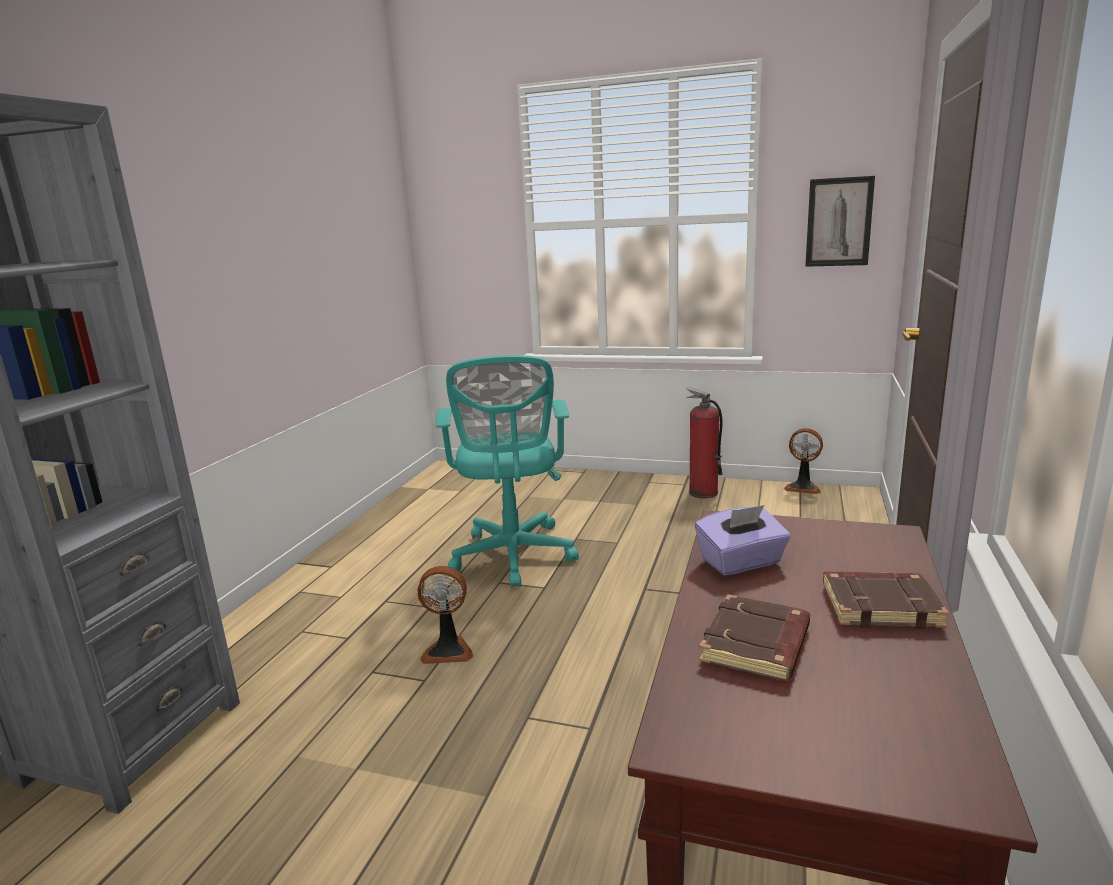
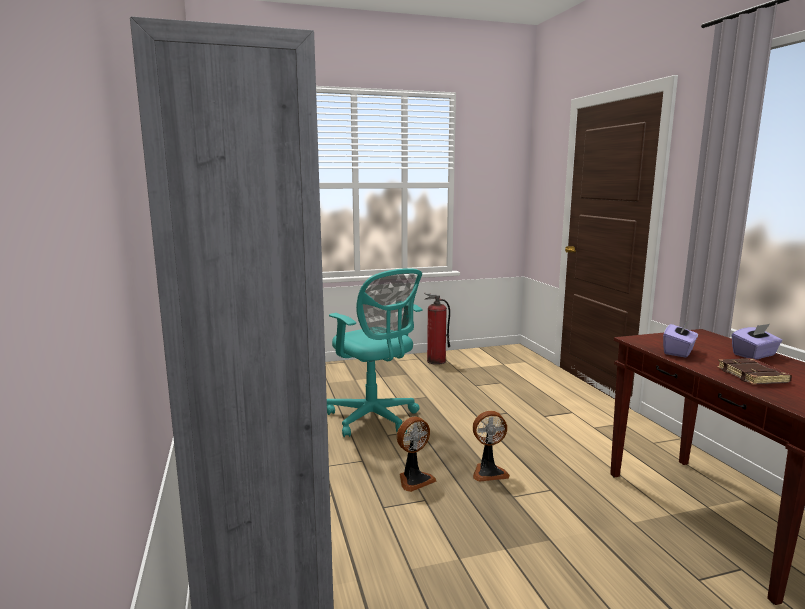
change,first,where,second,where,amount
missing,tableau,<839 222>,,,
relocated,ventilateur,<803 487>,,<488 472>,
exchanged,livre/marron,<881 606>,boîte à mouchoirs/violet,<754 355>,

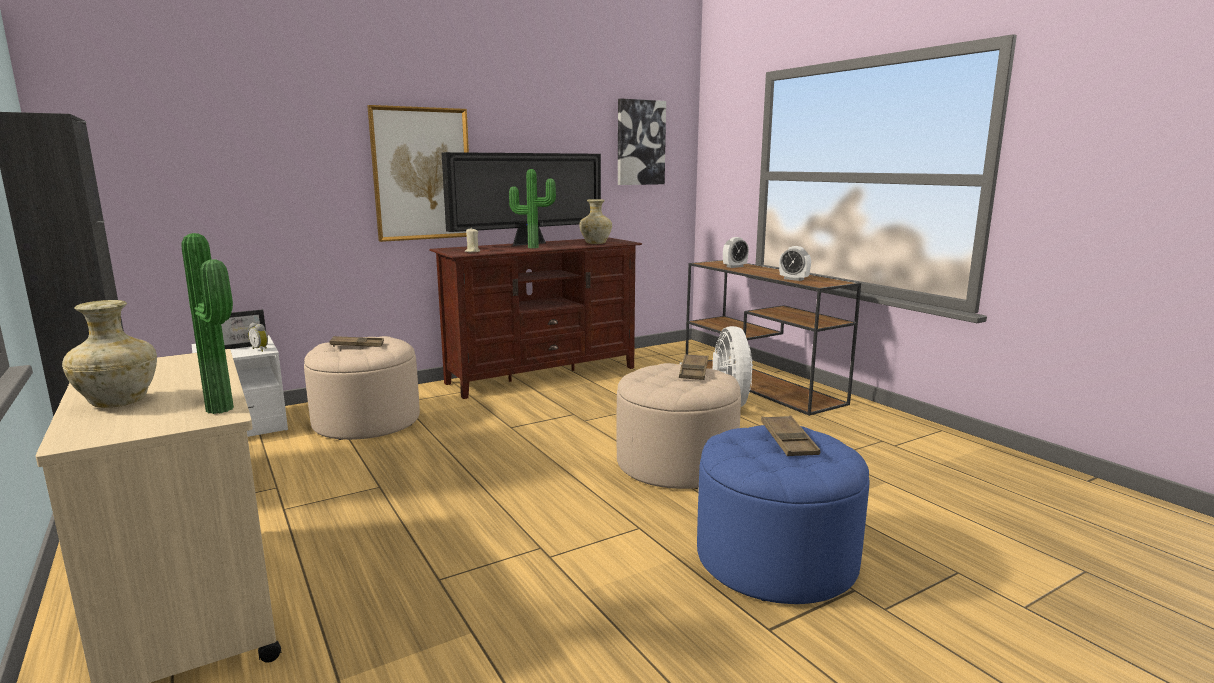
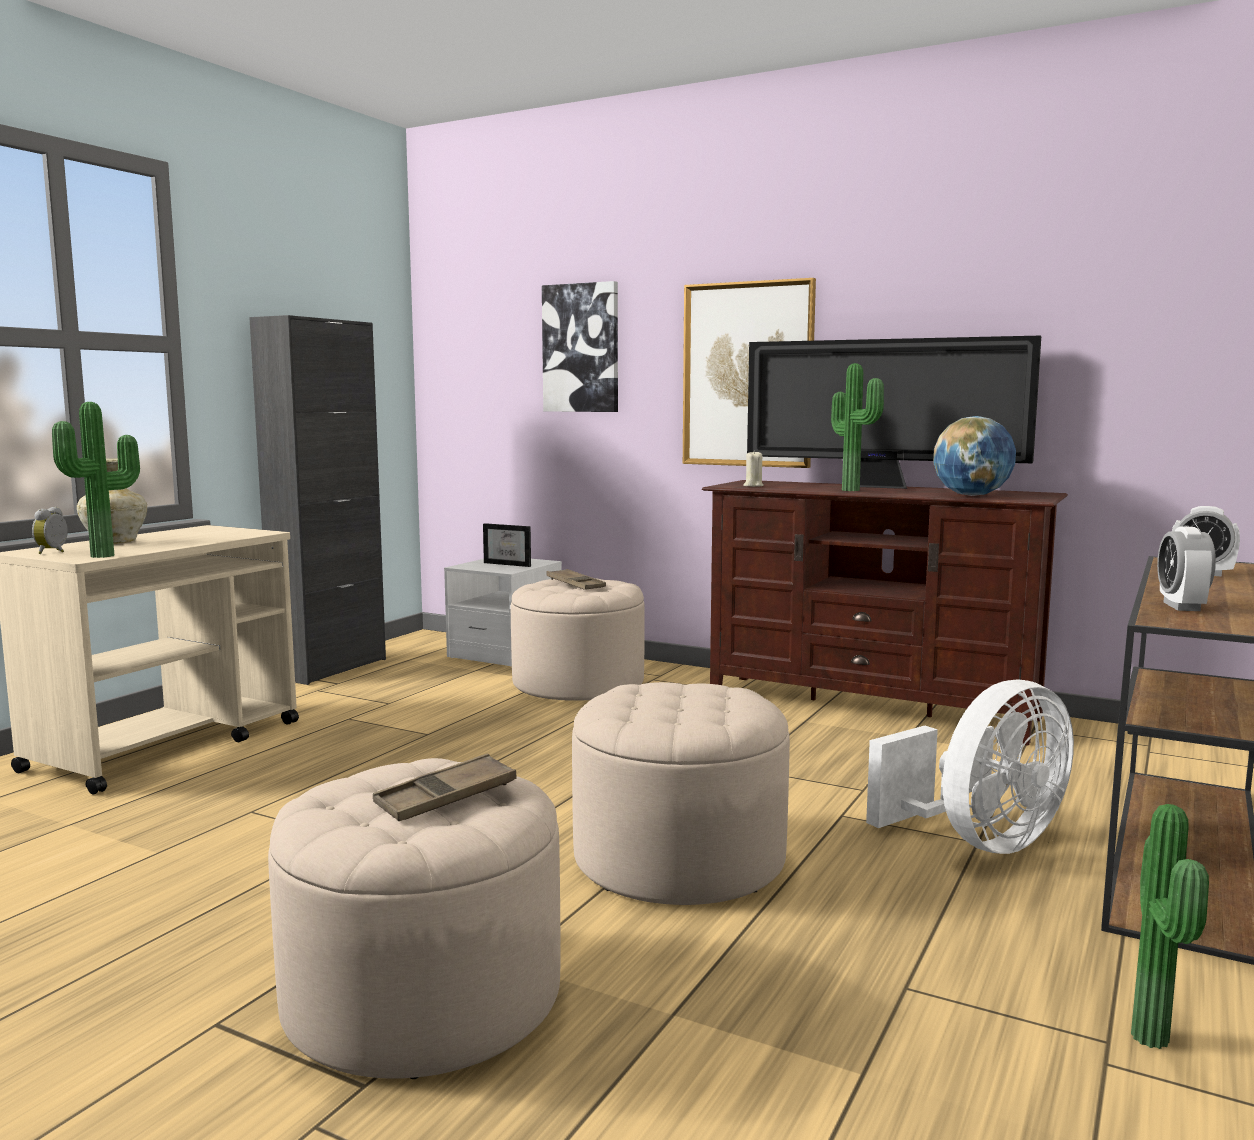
change,first,where,second,where,amount
missing,plateau/marron,<693 371>,,,
appeared,,,plante en pot,<1157 1038>,
relocated,réveil,<261 349>,,<54 552>,
relocated,tableau,<640 142>,,<581 348>,
exchanged,vase/beige,<596 243>,globe,<972 495>,
colour,pouf/bleu,<776 559>,pouf/beige,<423 996>,

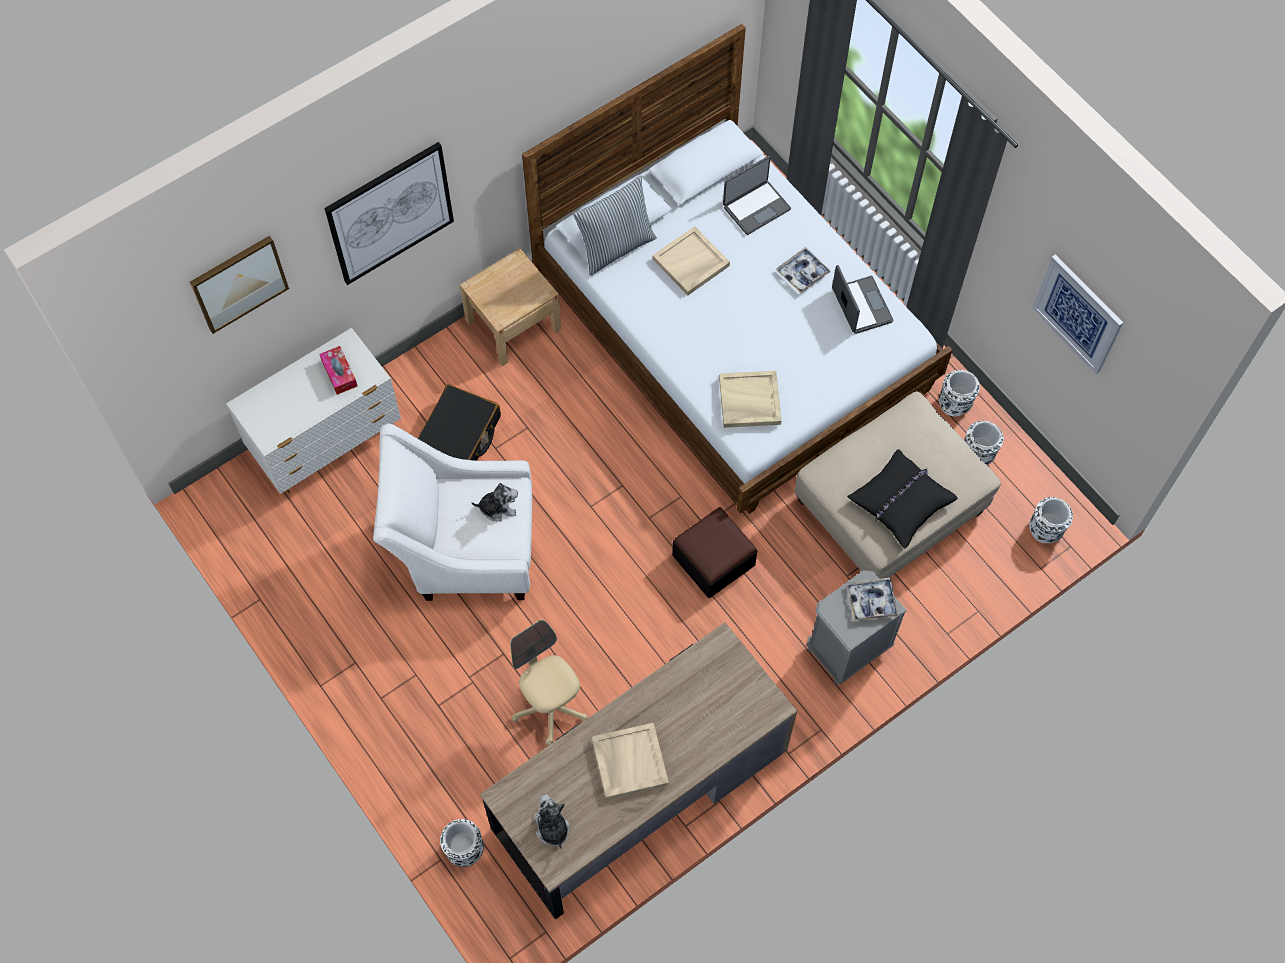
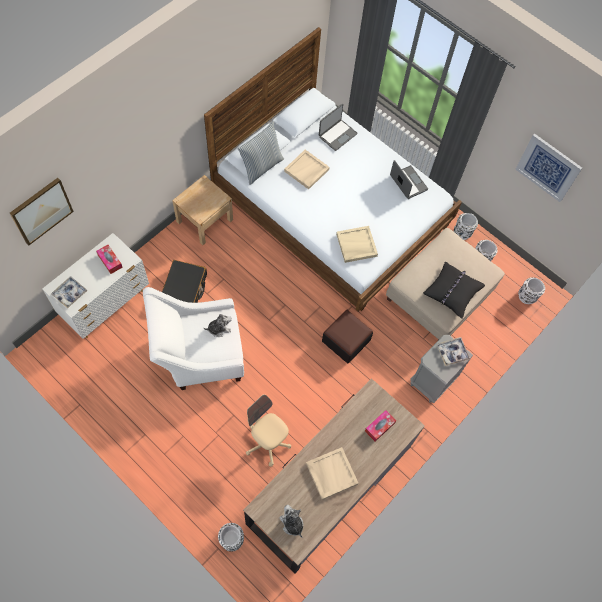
change,first,where,second,where,amount
missing,tableau,<390 213>,,,
appeared,,,boîte à mouchoirs,<379 427>,
relocated,plateau,<802 273>,,<70 293>,

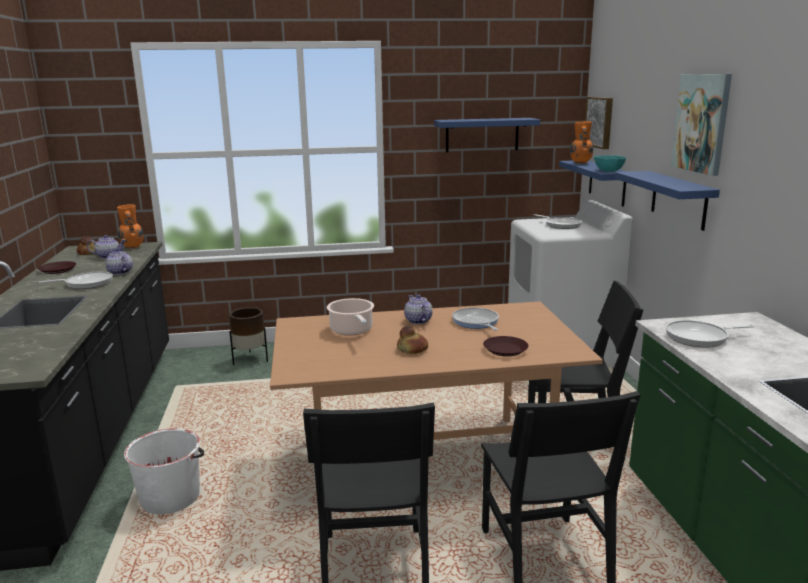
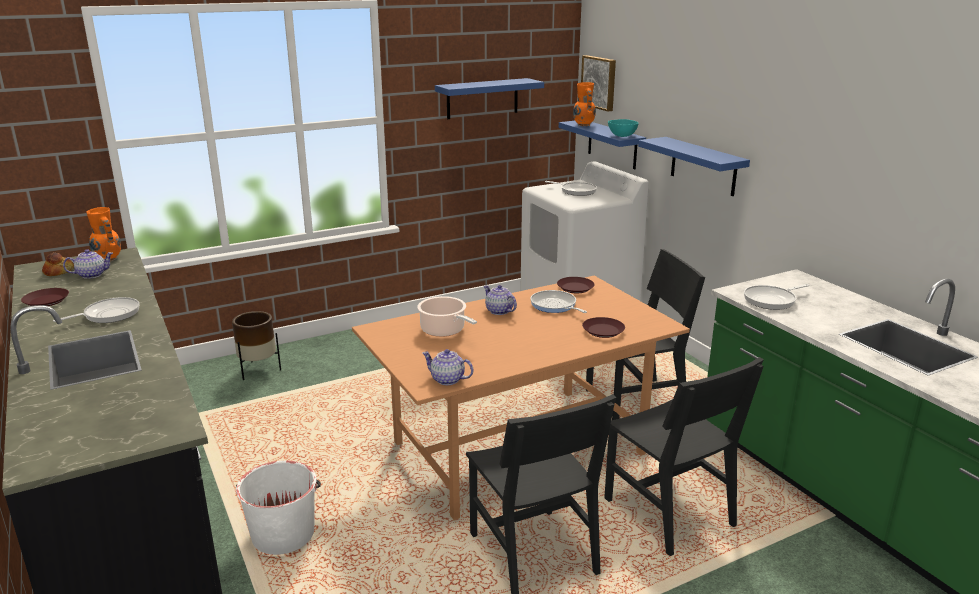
change,first,where,second,where,amount
missing,pain,<412 349>,,,
missing,tableau,<702 123>,,,
appeared,,,assiette/marron,<575 288>,
relocated,théière,<120 272>,,<447 380>,

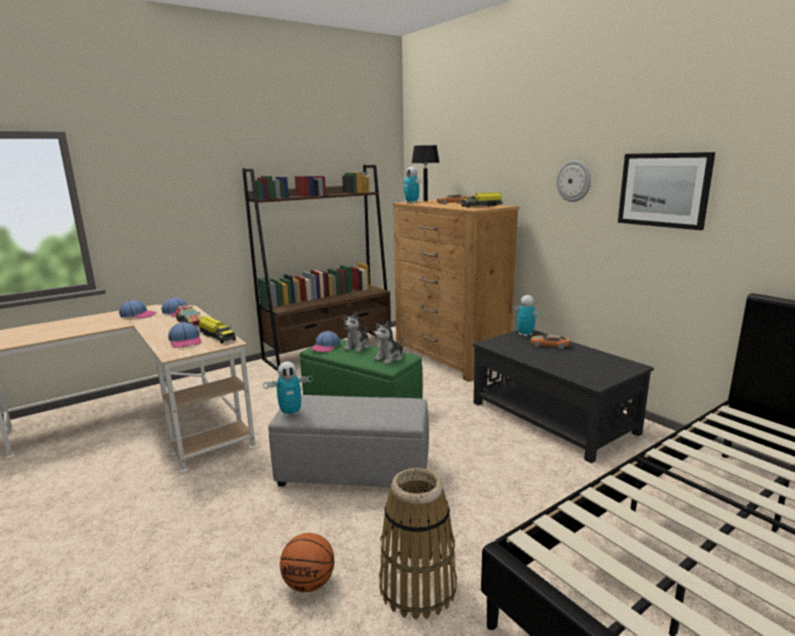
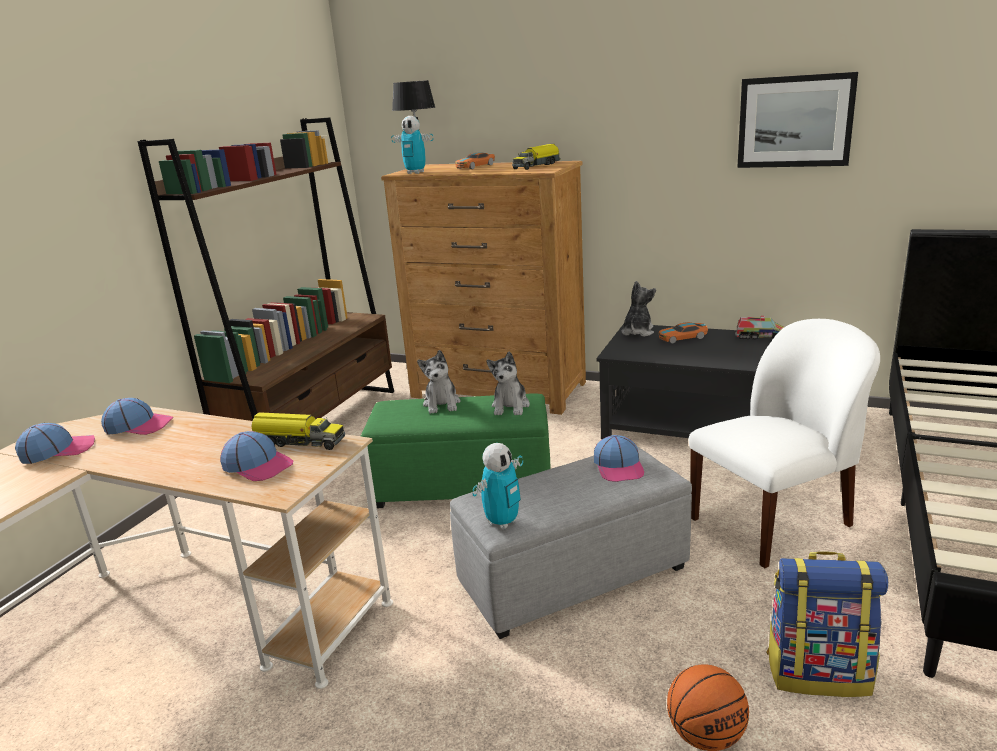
change,first,where,second,where,amount
missing,horloge murale,<574 181>,,,
appeared,,,chaise/blanc,<773 522>,
relocated,camion jouet,<190 322>,,<761 336>,
relocated,casquette,<325 347>,,<619 467>,
exchanged,panier,<418 587>,sac à dos,<818 673>,
exchanged,robot jouet,<525 334>,peluche,<637 332>,

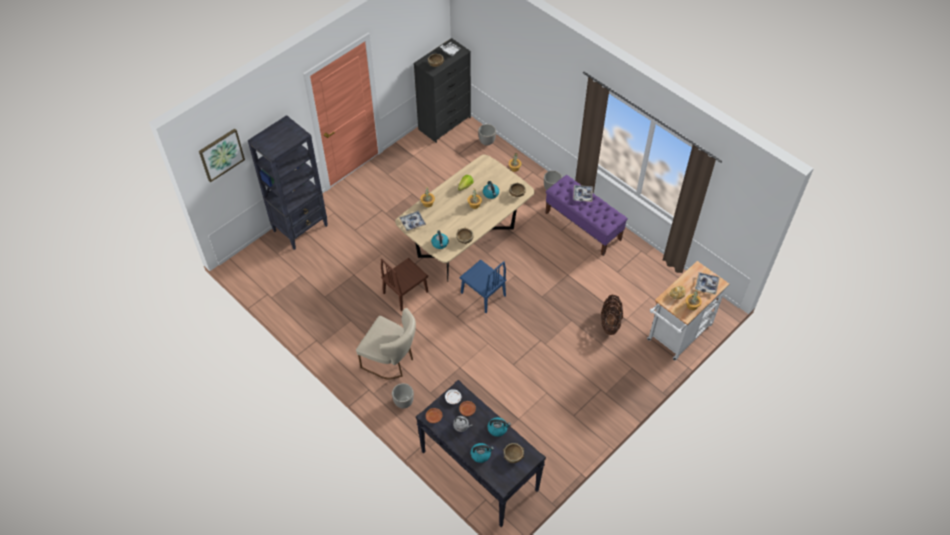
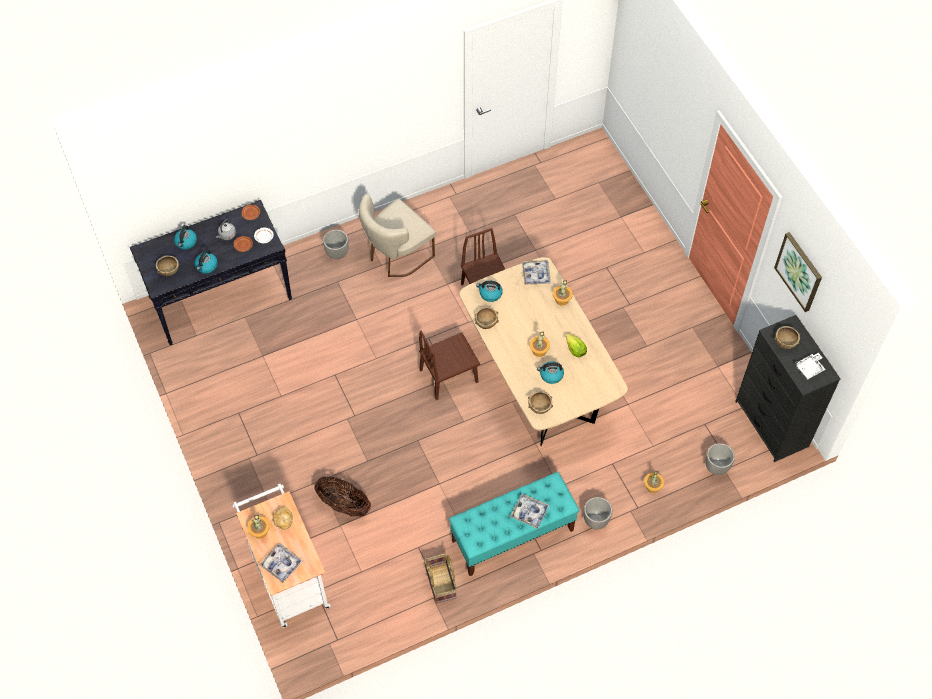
change,first,where,second,where,amount
missing,bibliothèque/noir,<301 228>,,,
appeared,,,panier,<441 583>,
relocated,tableau,<221 154>,,<799 271>,
colour,chaise/bleu,<483 294>,chaise/marron,<449 376>,
colour,banc/violet,<583 226>,banc/turquoise,<512 535>,

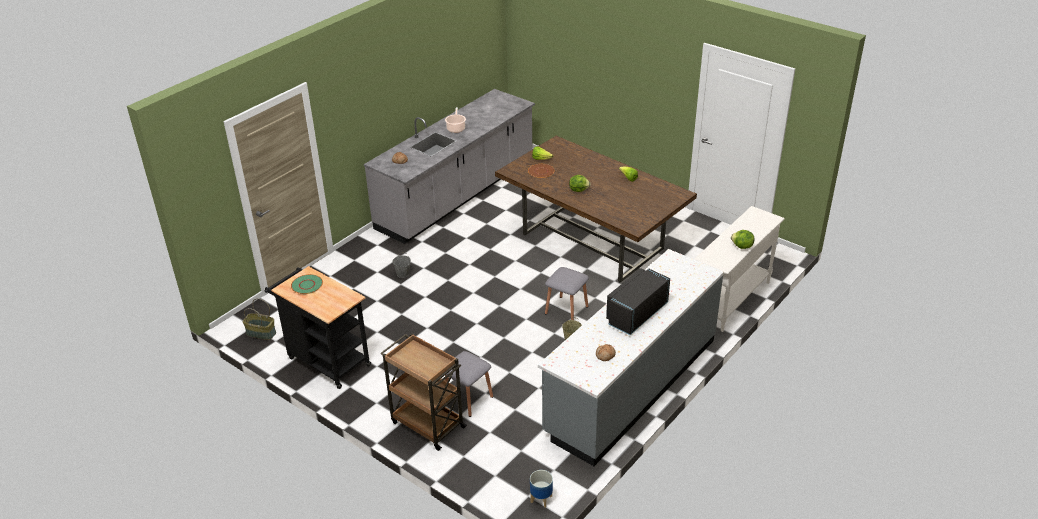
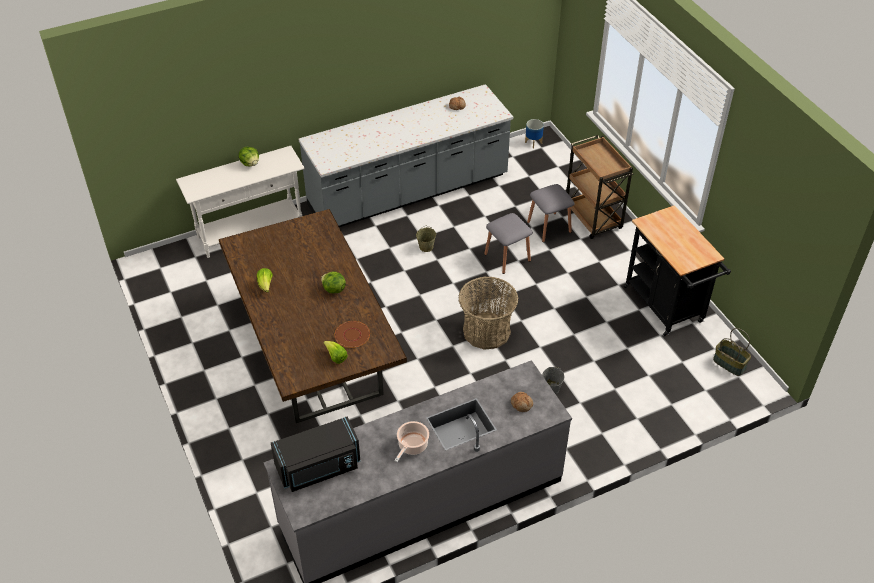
change,first,where,second,where,amount
missing,assiette/vert,<307 285>,,,
appeared,,,panier,<486 331>,
relocated,tabouret/gris,<566 310>,,<507 257>,
relocated,micro-ondes/noir,<635 313>,,<319 467>,

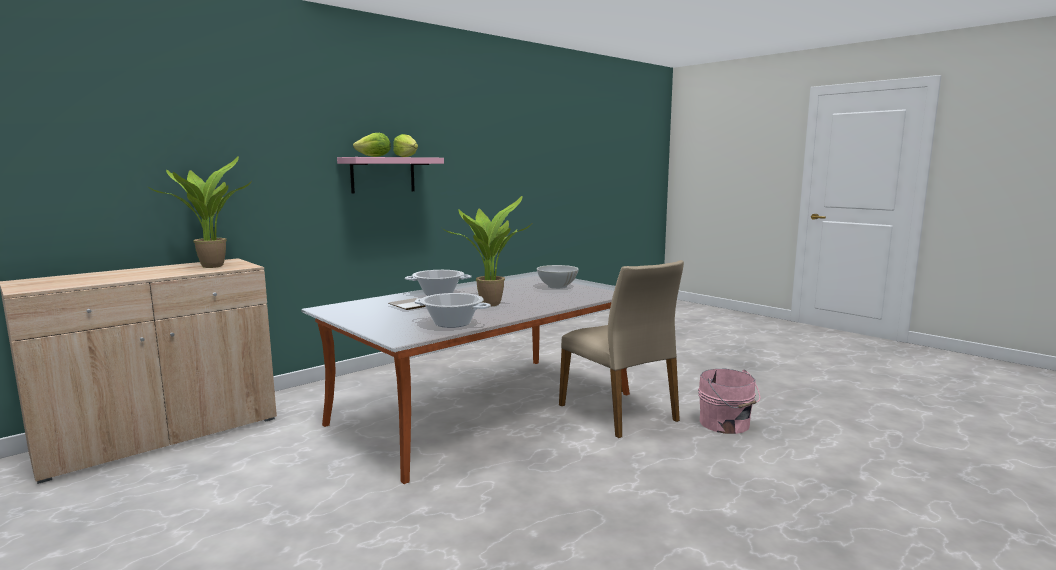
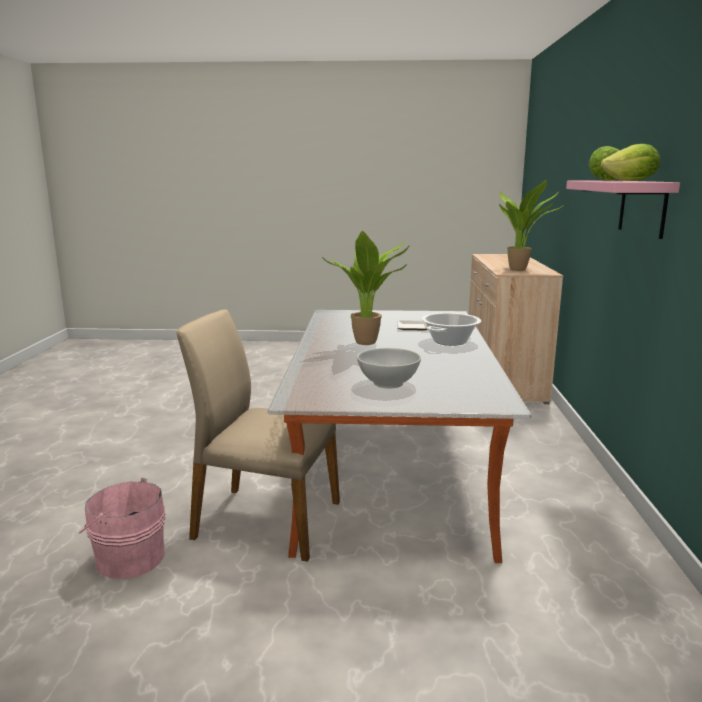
change,first,where,second,where,amount
missing,marmite,<452 323>,,,

